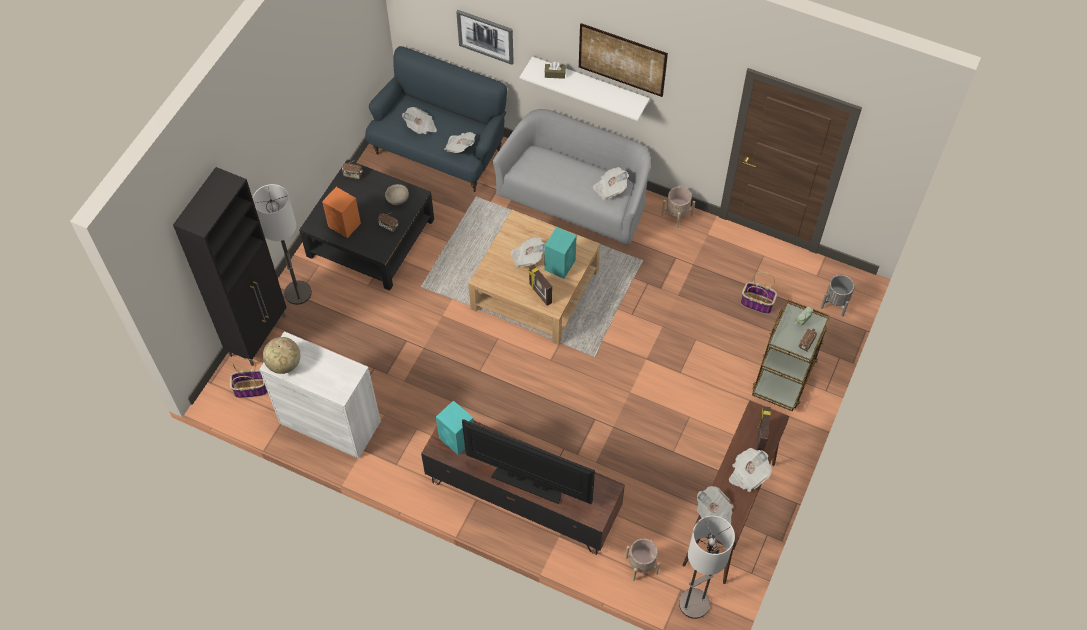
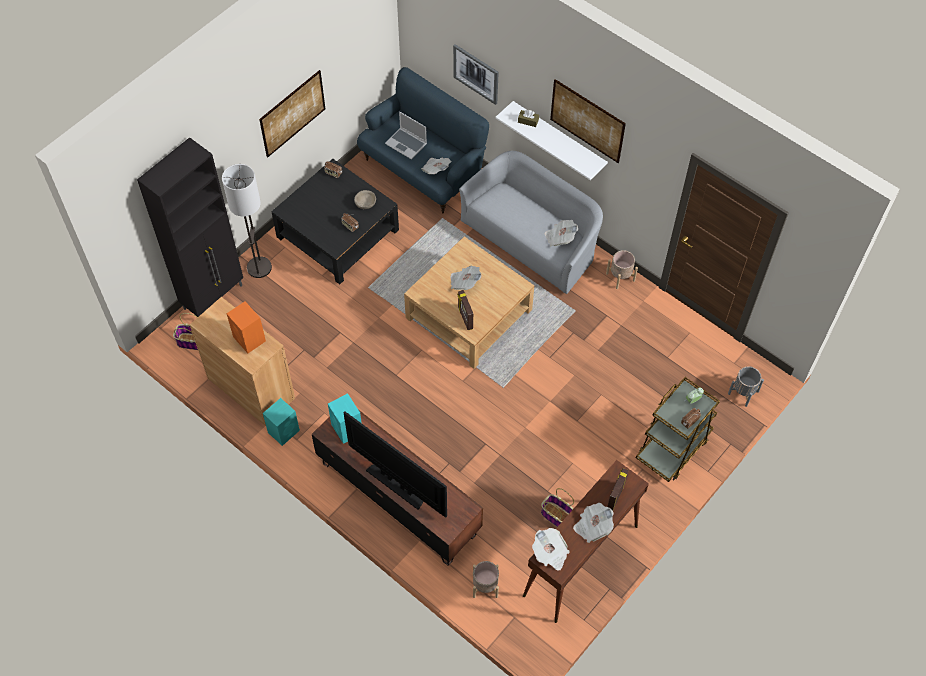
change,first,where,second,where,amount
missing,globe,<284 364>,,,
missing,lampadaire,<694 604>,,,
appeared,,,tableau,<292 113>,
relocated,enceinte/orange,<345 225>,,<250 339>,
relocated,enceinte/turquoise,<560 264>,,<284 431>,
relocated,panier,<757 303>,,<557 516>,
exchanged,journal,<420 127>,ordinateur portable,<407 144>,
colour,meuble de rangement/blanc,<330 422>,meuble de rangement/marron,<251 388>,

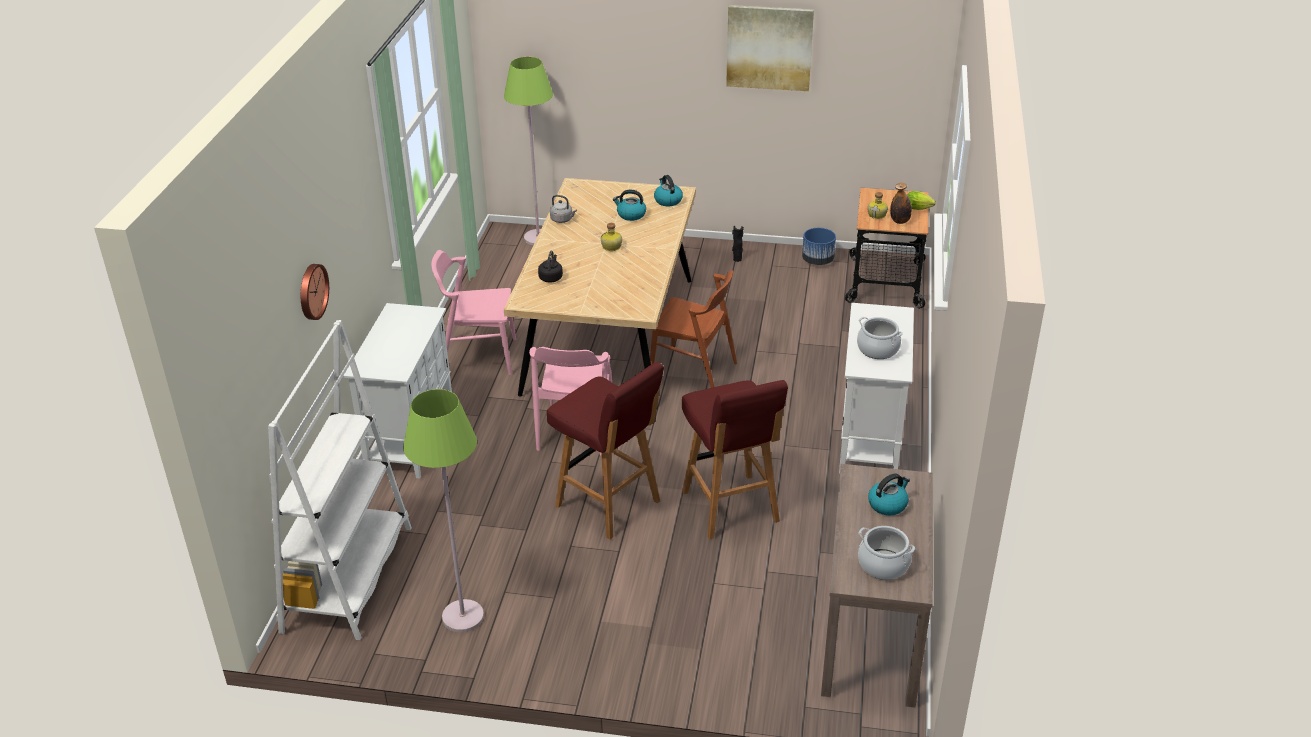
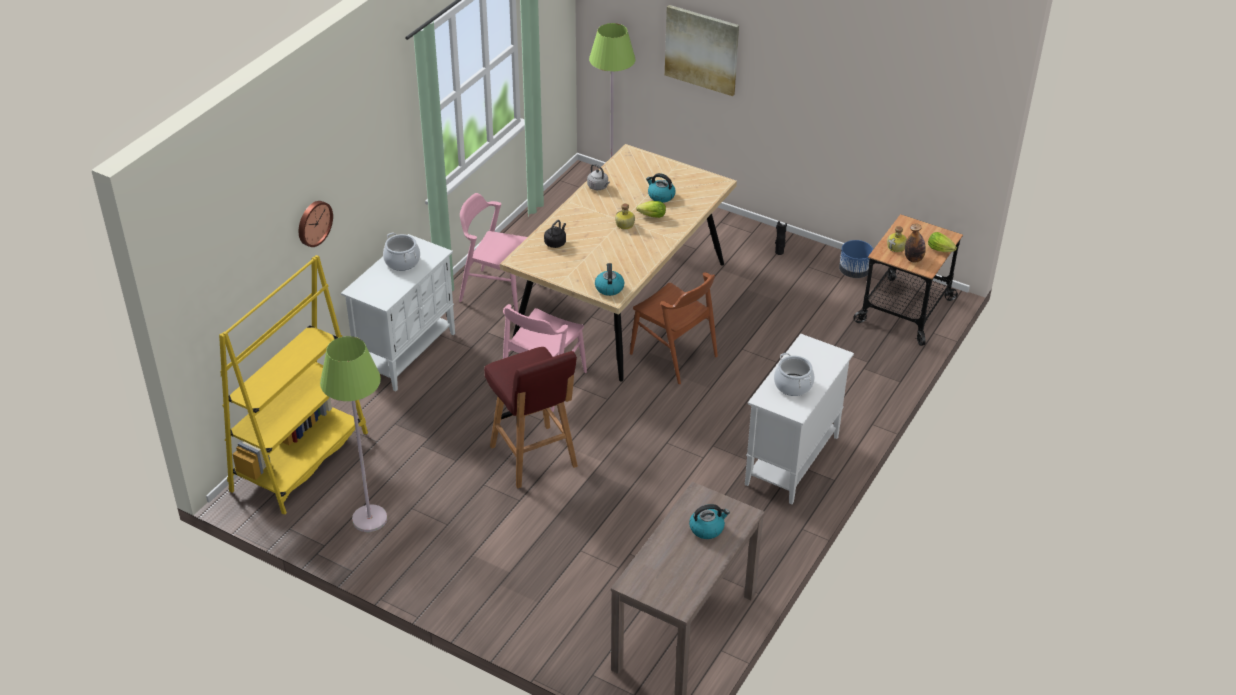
change,first,where,second,where,amount
missing,tabouret/rouge,<730 508>,,,
appeared,,,laitue,<650 216>,
relocated,bouilloire,<667 200>,,<609 288>,
relocated,tableau,<769 47>,,<702 49>,
relocated,marmite,<883 565>,,<402 262>,
colour,bibliothèque/blanc,<348 578>,bibliothèque/jaune,<300 461>,

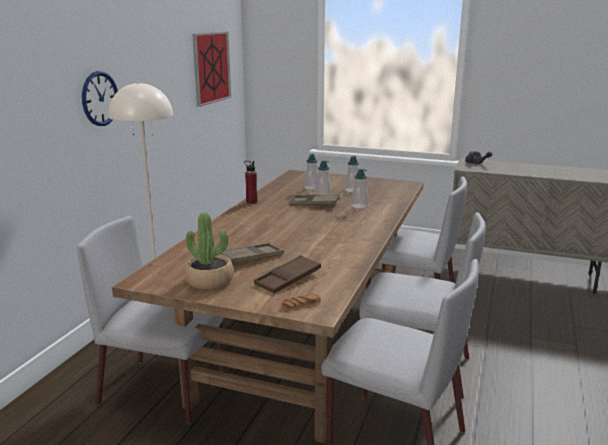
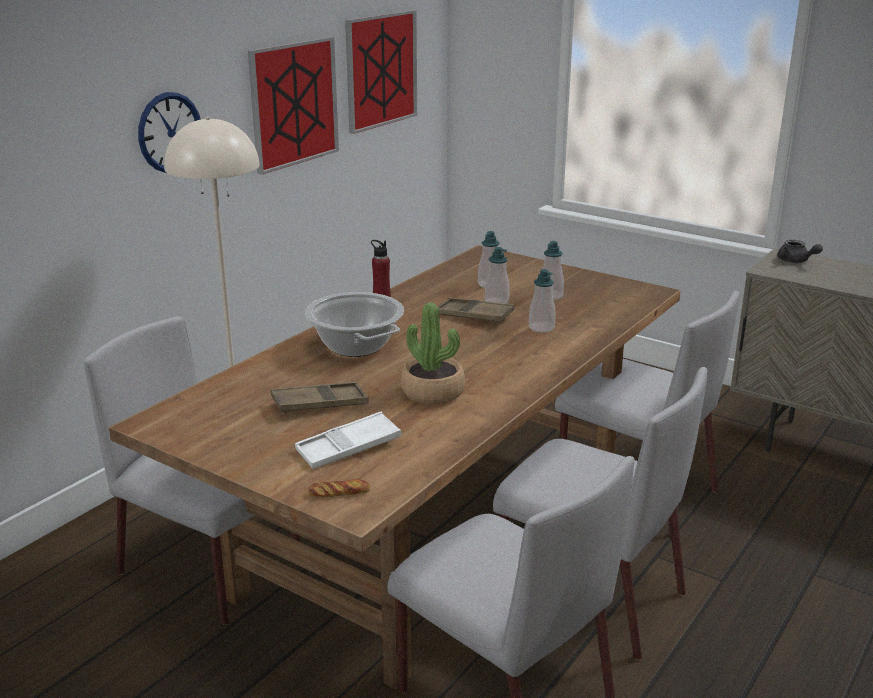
change,first,where,second,where,amount
appeared,,,tableau,<294 103>,
appeared,,,marmite,<355 346>,
relocated,plante en pot,<209 280>,,<433 392>,
colour,plateau/marron,<288 279>,plateau/blanc,<348 447>,

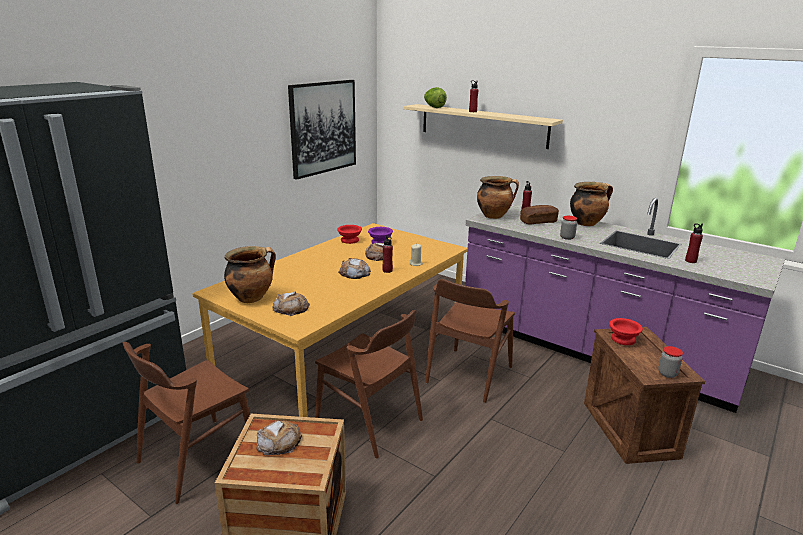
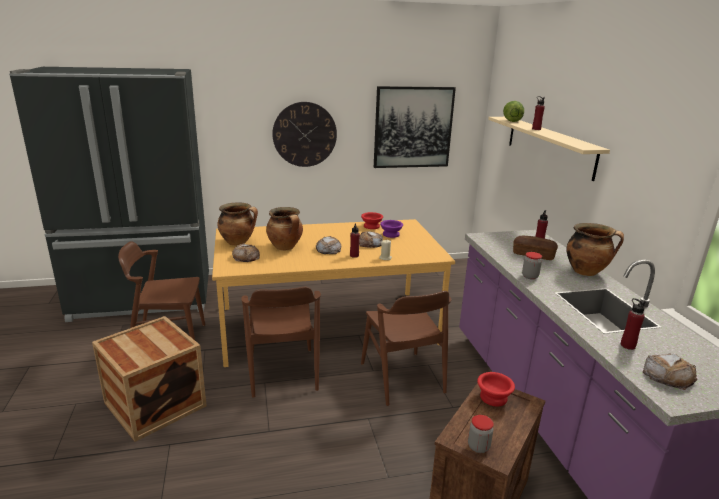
change,first,where,second,where,amount
appeared,,,horloge murale,<304 134>,
relocated,pain,<279 442>,,<668 375>,
relocated,marmite,<494 216>,,<286 247>,
spun,chaise/marron,<468 375>,,<402 378>,90 degrees counterclockwise

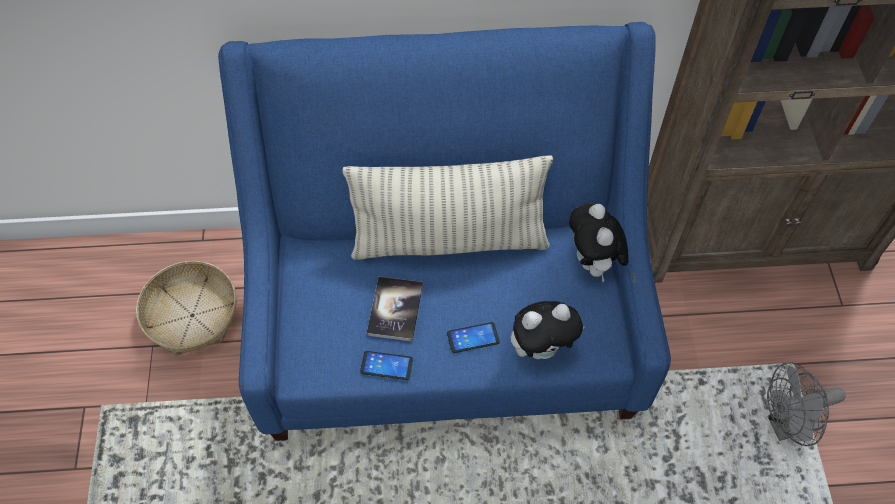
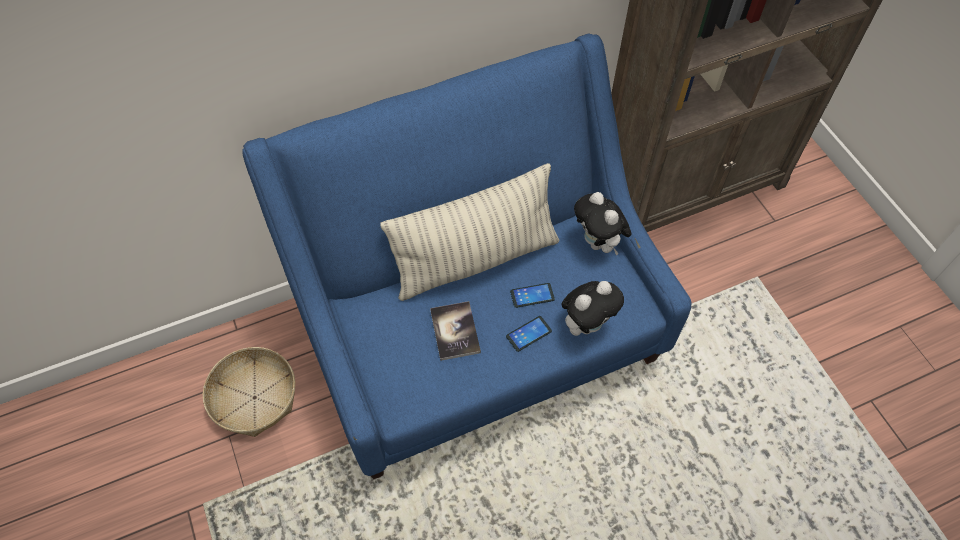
change,first,where,second,where,amount
missing,ventilateur/gris,<786 426>,,,
relocated,téléphone,<386 366>,,<532 295>,

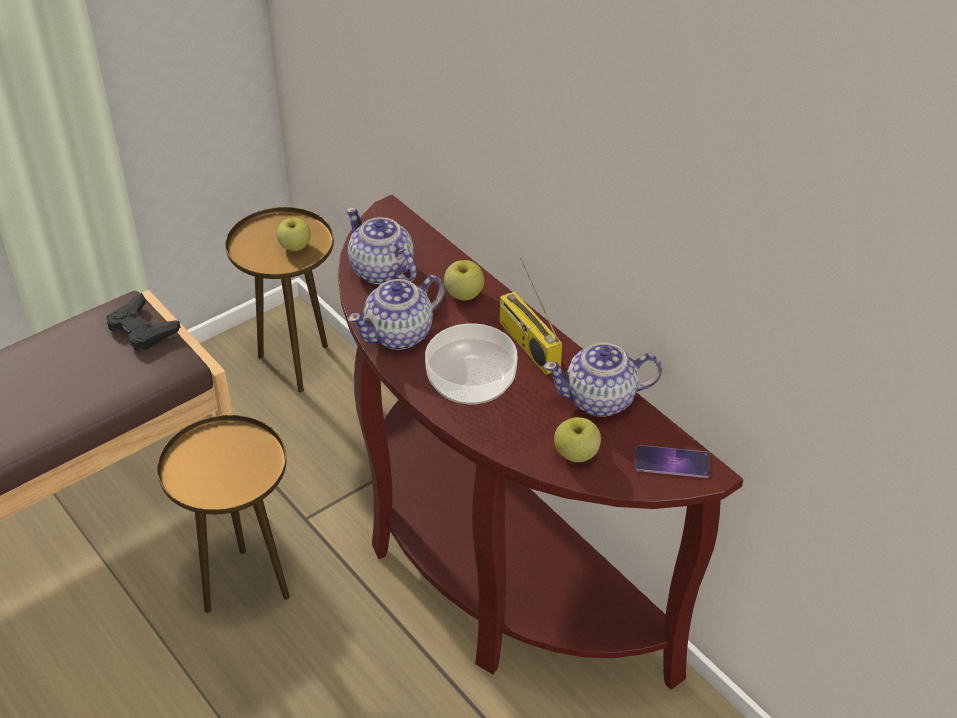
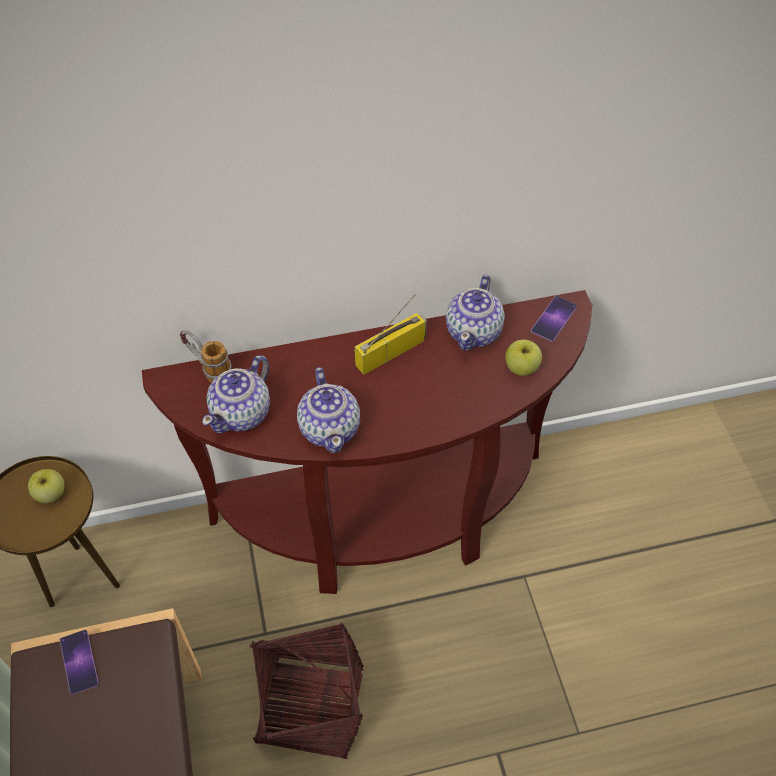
change,first,where,second,where,amount
missing,bol,<470 381>,,,
missing,pomme,<464 294>,,,
appeared,,,mug,<208 368>,
exchanged,manette/noir,<142 329>,téléphone,<79 662>,
exchanged,table d'appoint/marron,<245 585>,panier,<310 705>,
spun,théière,<381 271>,,<242 413>,45 degrees counterclockwise
spun,radio,<527 344>,,<391 351>,150 degrees clockwise

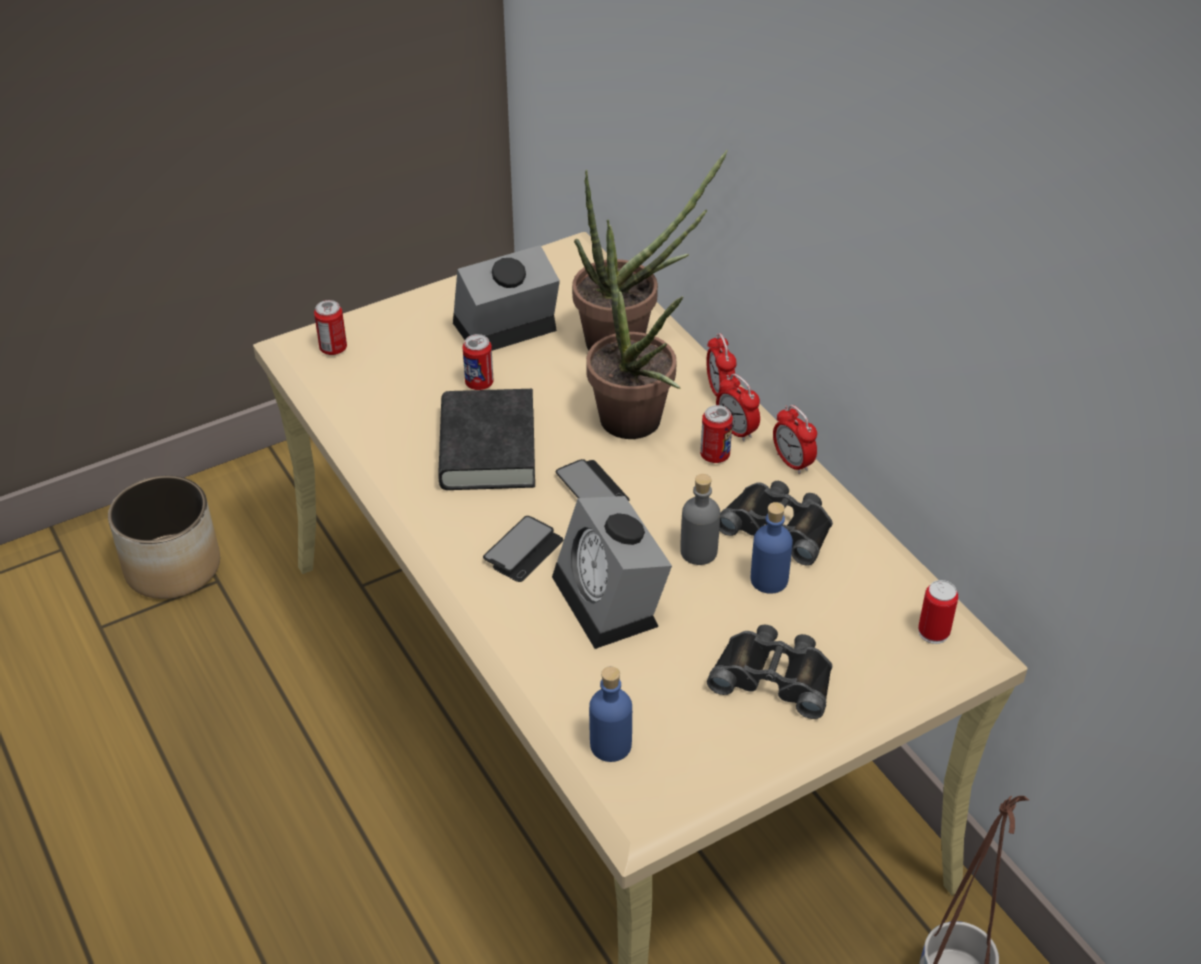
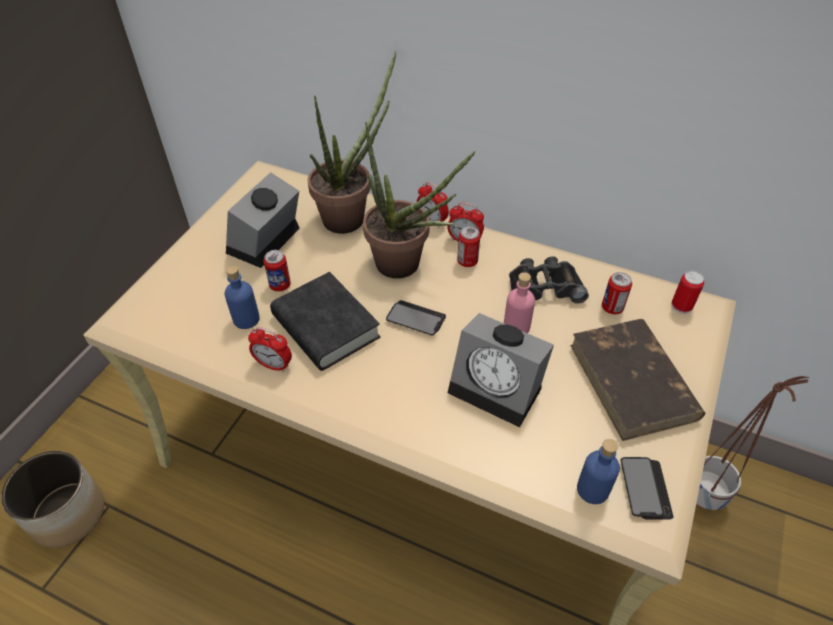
change,first,where,second,where,amount
relocated,boîte métallique,<333 348>,,<612 308>,
relocated,téléphone,<523 550>,,<645 489>,
relocated,bouteille/bleu,<769 580>,,<246 319>,
relocated,réveil,<792 462>,,<274 365>,
exchanged,jumelles/noir,<774 676>,livre/marron,<633 382>,
colour,bouteille/gris,<698 551>,bouteille/rose,<516 326>,

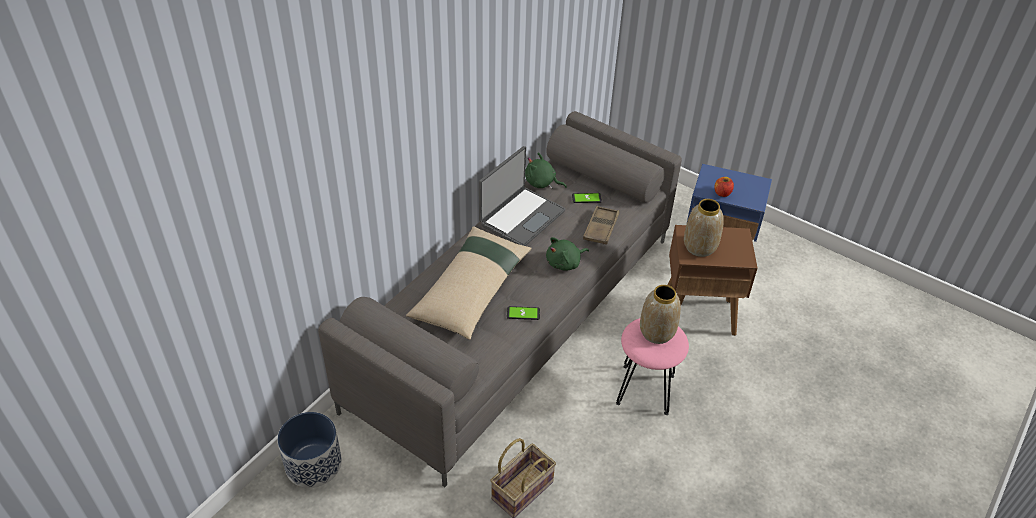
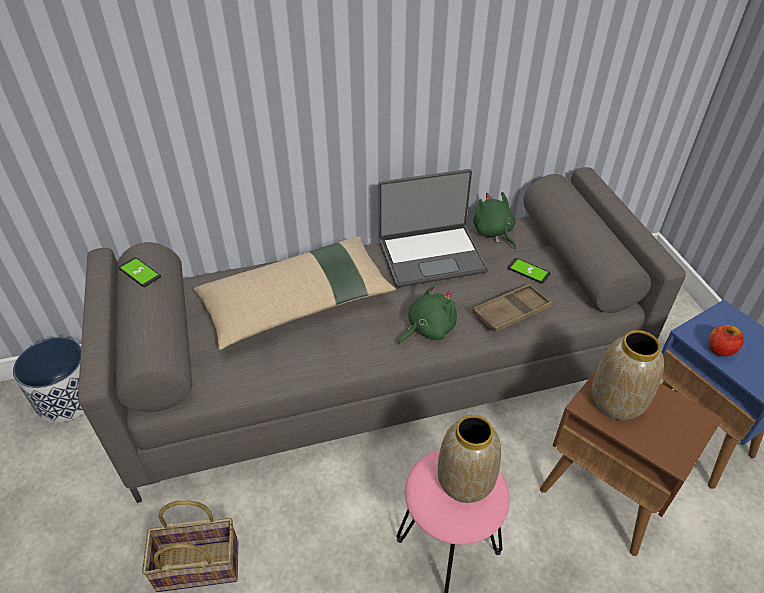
change,first,where,second,where,amount
relocated,téléphone,<523 313>,,<140 272>,
spun,peluche/vert,<565 263>,,<428 329>,135 degrees clockwise

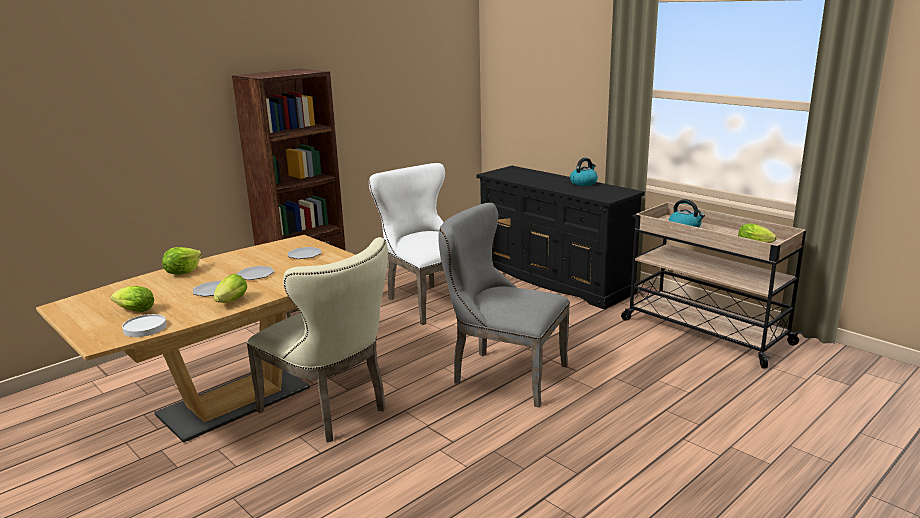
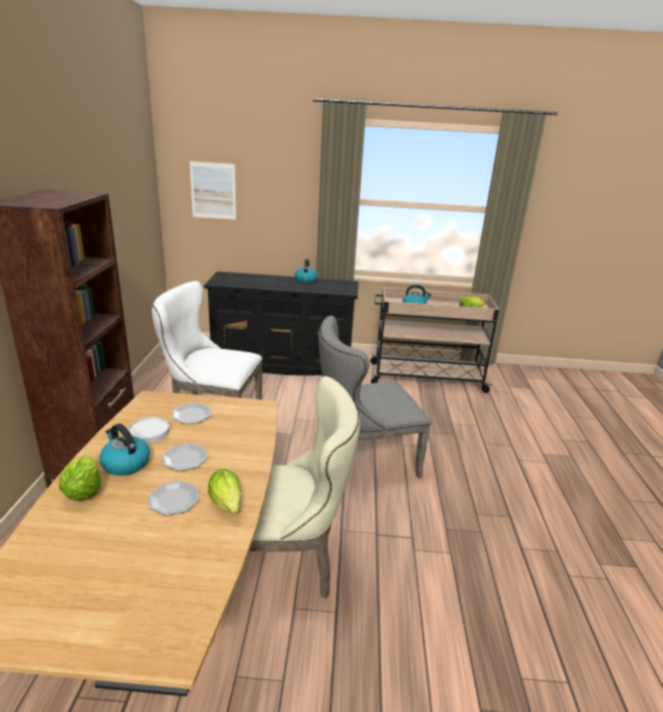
change,first,where,second,where,amount
missing,laitue,<133 311>,,,
appeared,,,bouilloire,<125 463>,
appeared,,,tableau,<213 190>,
relocated,assiette/blanc,<145 328>,,<149 432>,

